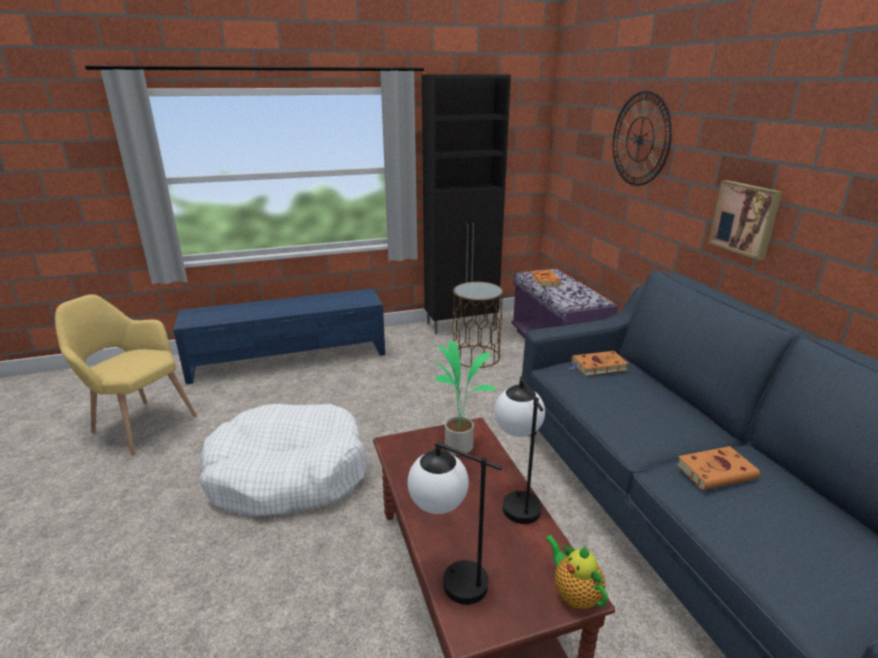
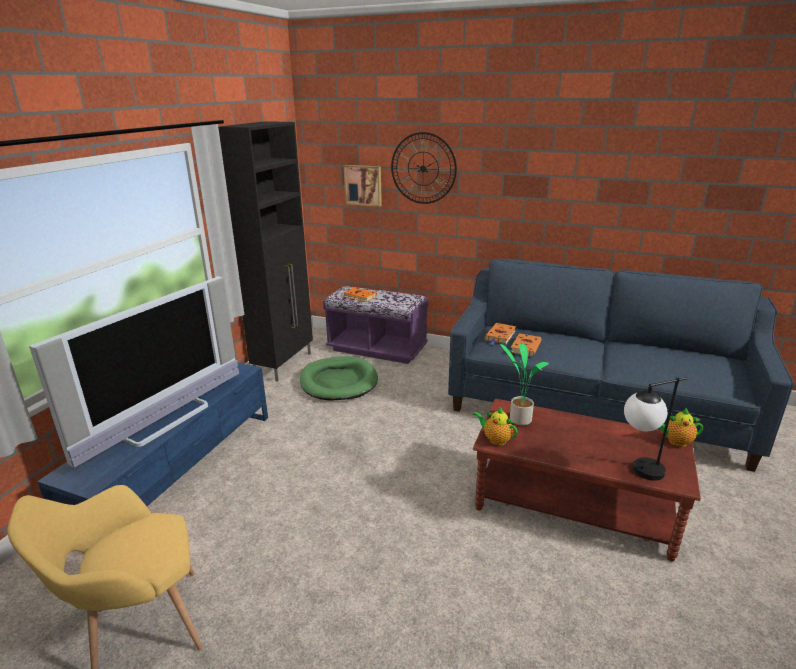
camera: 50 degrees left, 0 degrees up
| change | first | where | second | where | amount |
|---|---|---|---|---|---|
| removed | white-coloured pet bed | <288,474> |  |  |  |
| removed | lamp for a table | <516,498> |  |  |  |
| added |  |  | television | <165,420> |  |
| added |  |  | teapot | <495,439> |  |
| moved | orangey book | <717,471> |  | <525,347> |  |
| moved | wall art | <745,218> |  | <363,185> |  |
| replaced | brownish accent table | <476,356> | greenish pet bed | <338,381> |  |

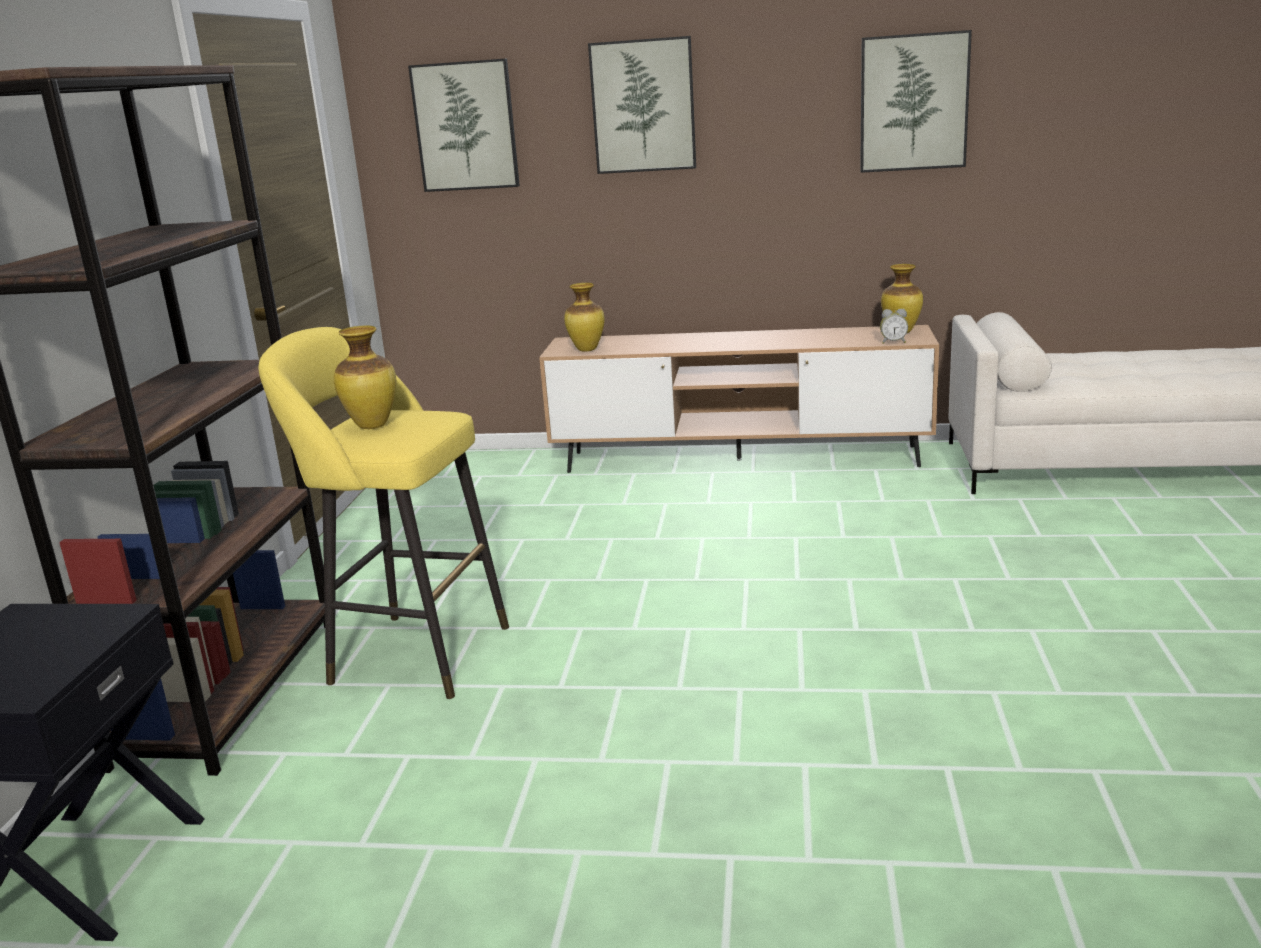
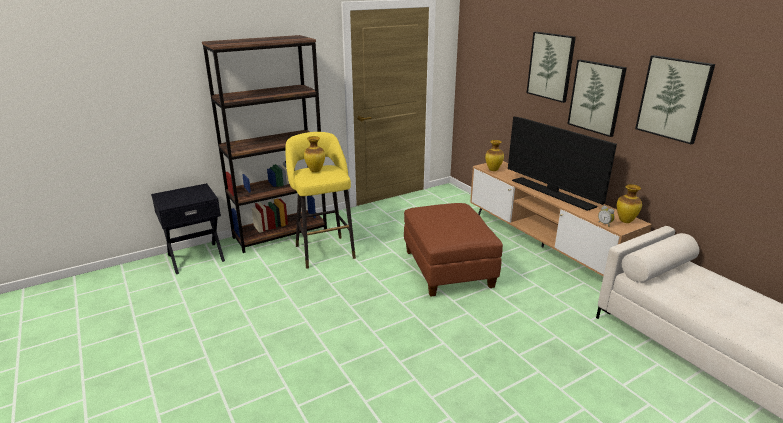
camera: 50 degrees right, 5 degrees up
| change | first | where | second | where | amount |
|---|---|---|---|---|---|
| added |  |  | brownish ottoman | <448,269> |  |
| added |  |  | television | <553,193> |  |
| moved | wall art | <465,126> |  | <596,97> |  |

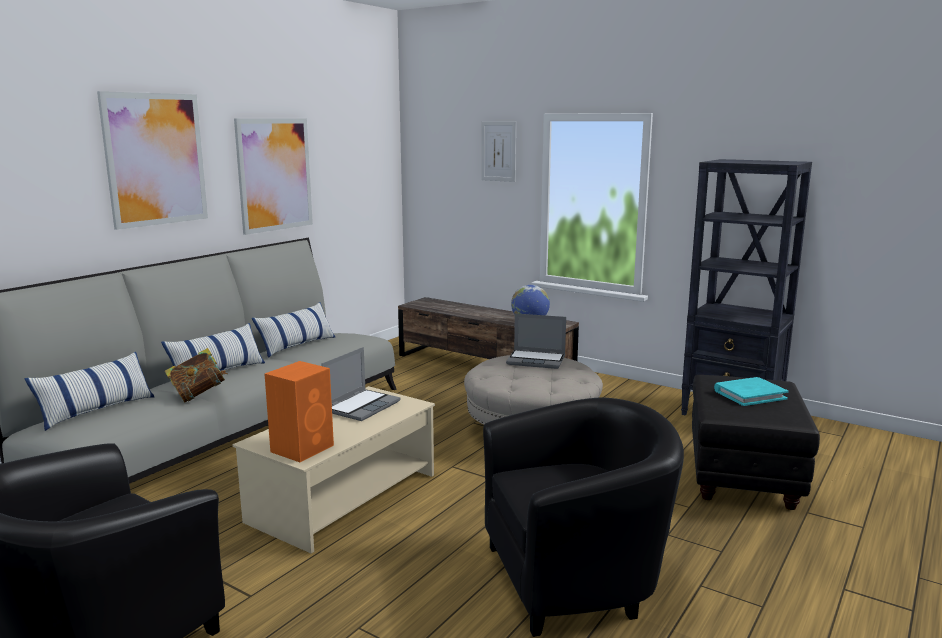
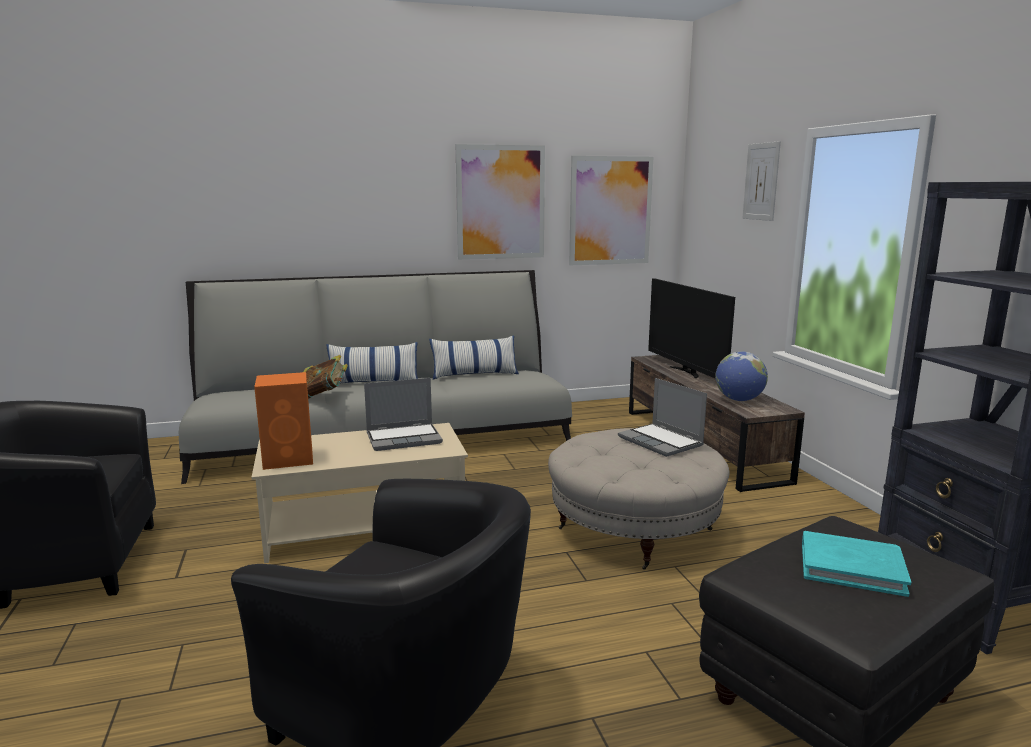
camera: 40 degrees right, 0 degrees up
| change | first | where | second | where | amount |
|---|---|---|---|---|---|
| removed | throw pillow | <96,410> |  |  |  |
| added |  |  | television | <686,372> |  |
| moved | wall art | <155,159> |  | <610,211> |  |

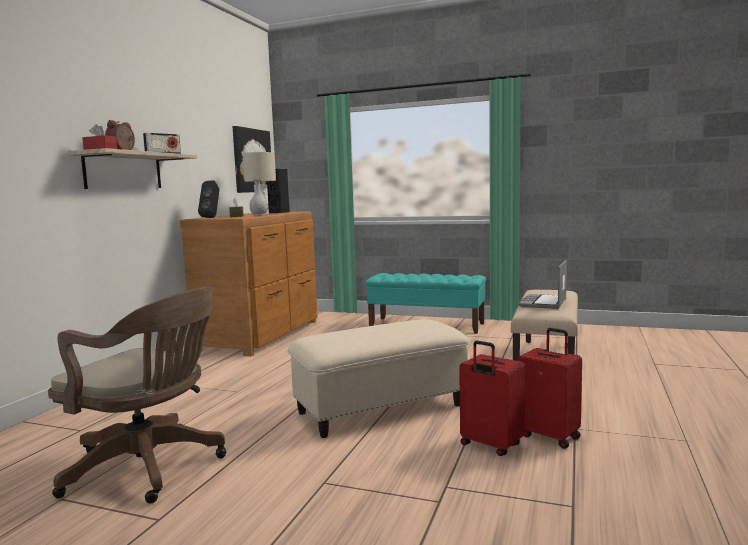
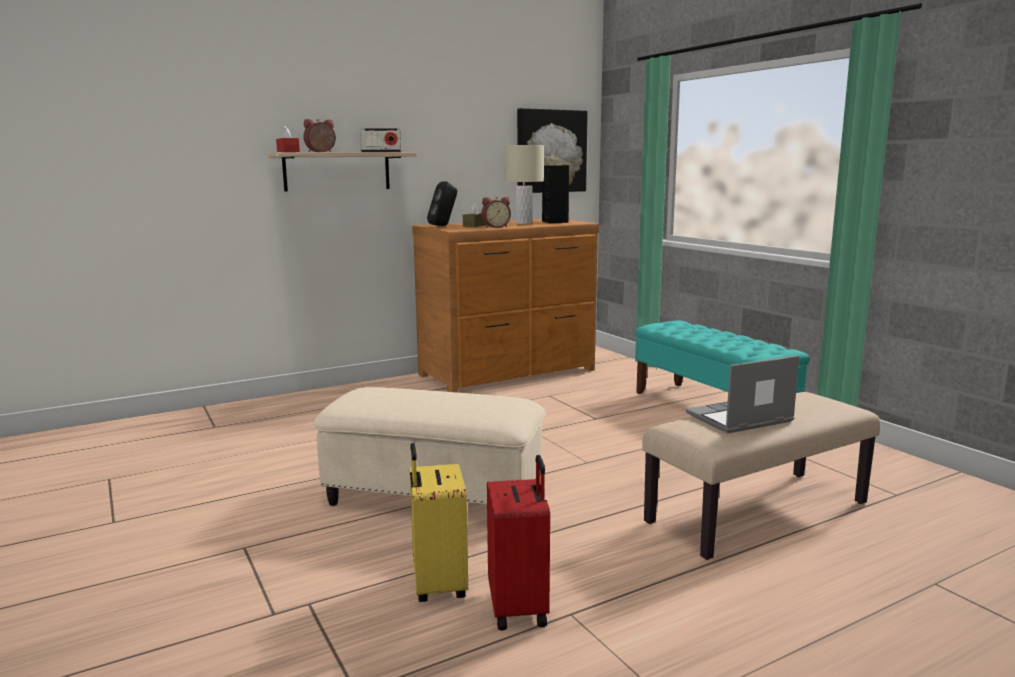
camera: 40 degrees right, 5 degrees up
| change | first | where | second | where | amount |
|---|---|---|---|---|---|
| removed | brownish desk chair | <150,467> |  |  |  |
| replaced | white-coloured decorative vase | <259,215> | bedside clock | <495,227> |  |
| recoloured | red-coloured piece of luggage | <490,445> | yellow-coloured piece of luggage | <437,585> |  |

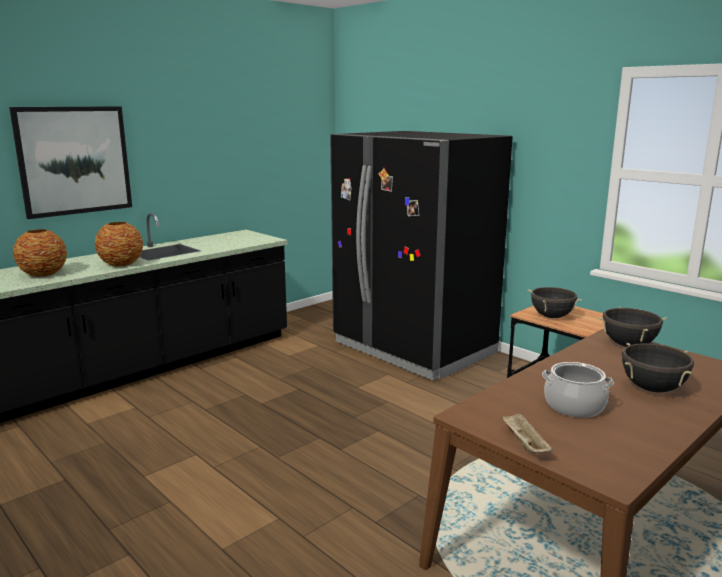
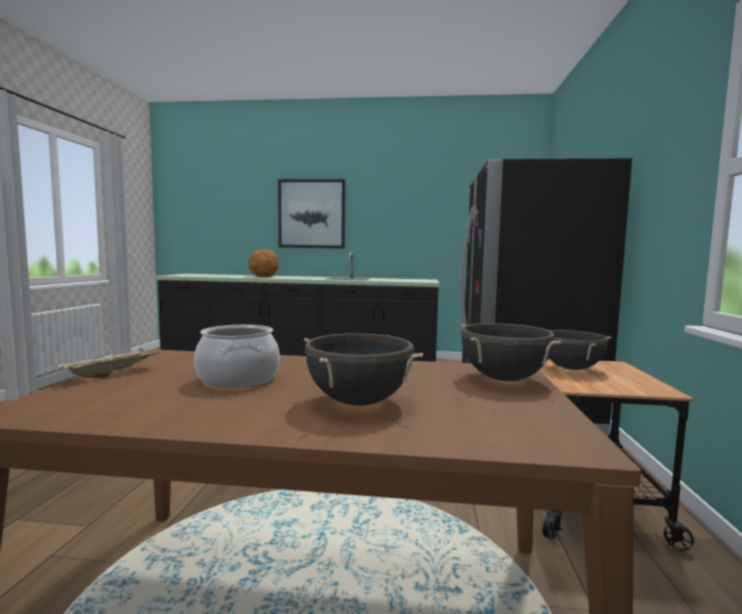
camera: 50 degrees right, 10 degrees down
| change | first | where | second | where | amount |
|---|---|---|---|---|---|
| removed | decorative vase | <121,264> |  |  |  |

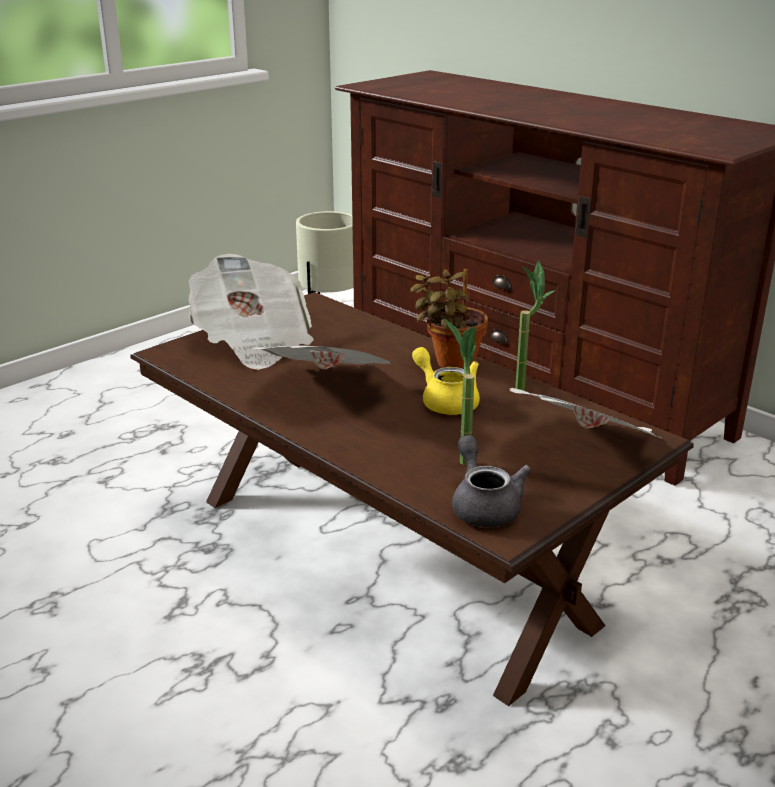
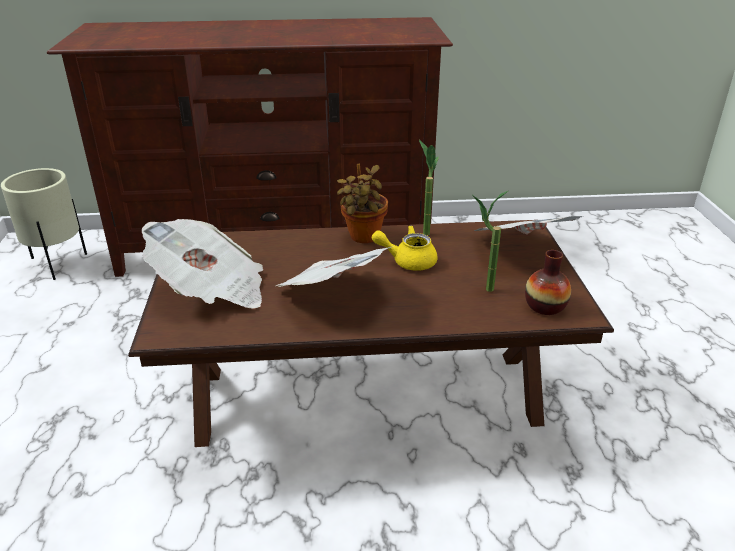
camera: 50 degrees left, 5 degrees up
| change | first | where | second | where | amount |
|---|---|---|---|---|---|
| replaced | gray teapot | <484,505> | decorative vase | <545,306> |  |

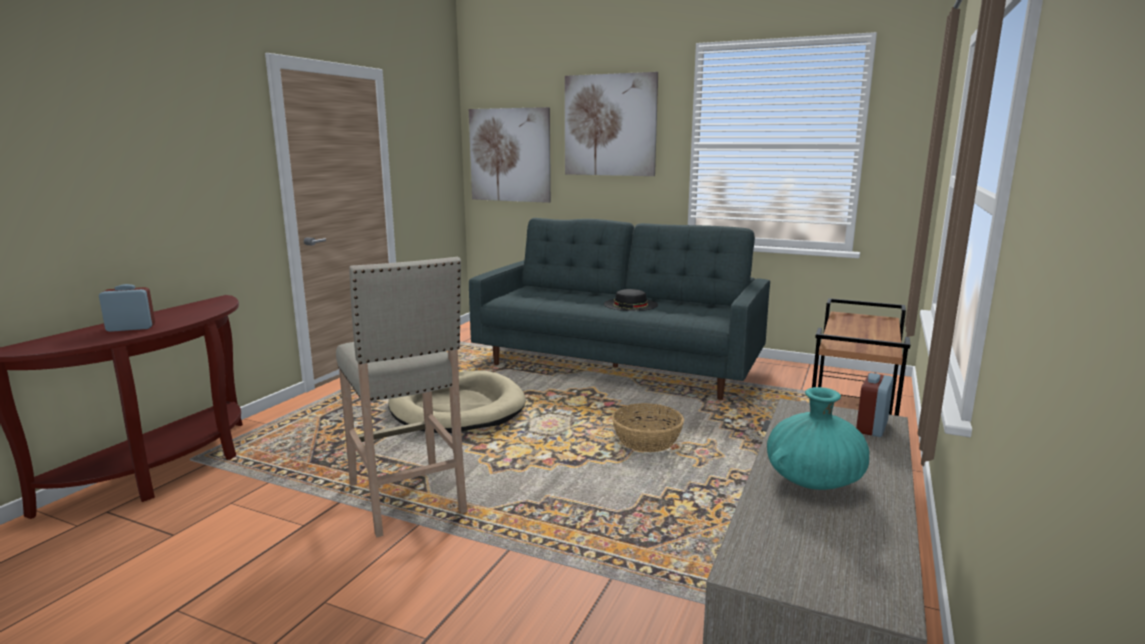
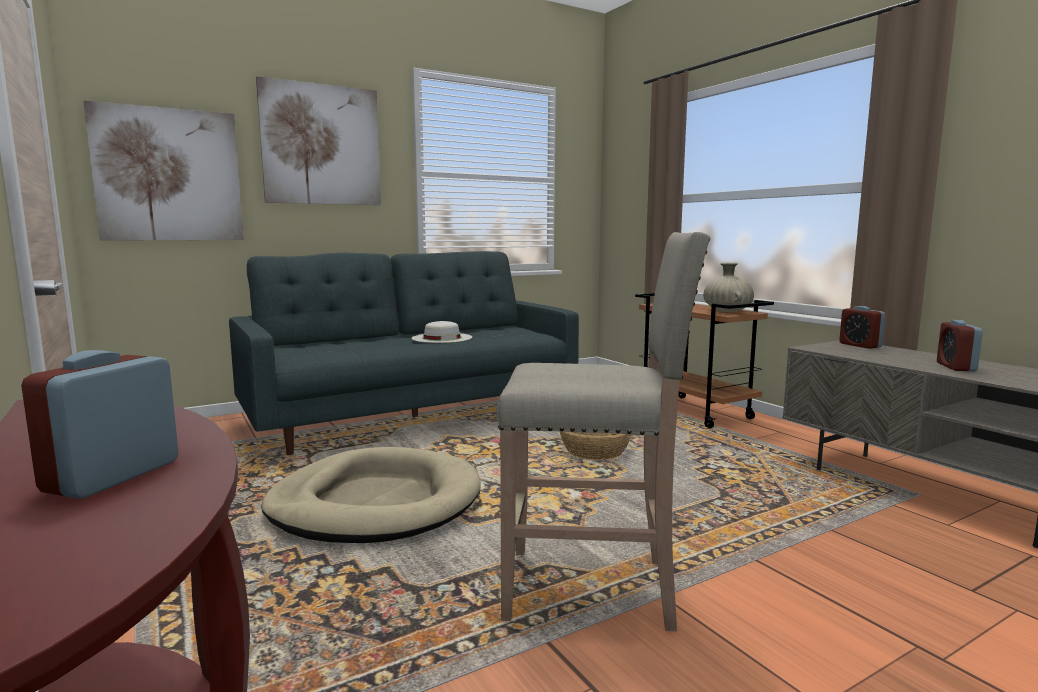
camera: 55 degrees left, 5 degrees down
| change | first | where | second | where | amount |
|---|---|---|---|---|---|
| added |  |  | beige-coloured decorative vase | <727,311> |  |
| replaced | turquoise decorative vase | <814,481> | bedside clock | <956,367> |  |
| recoloured | blackish clothing hat | <630,304> | white-coloured clothing hat | <442,338> |  |

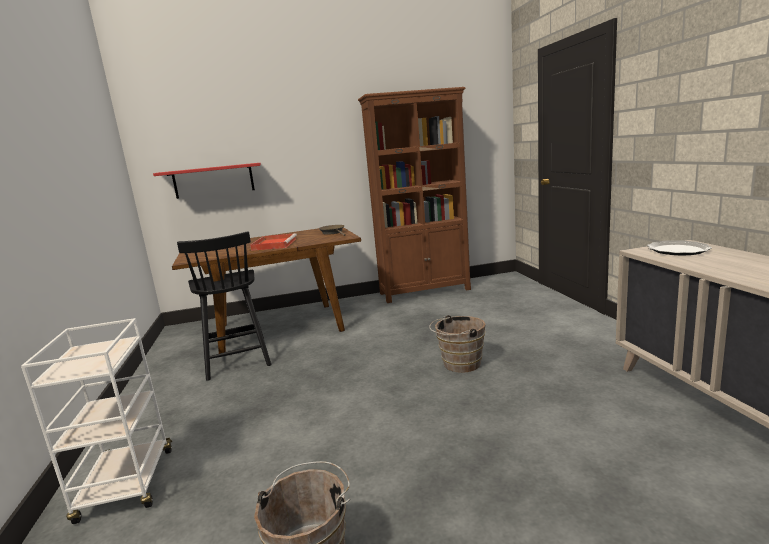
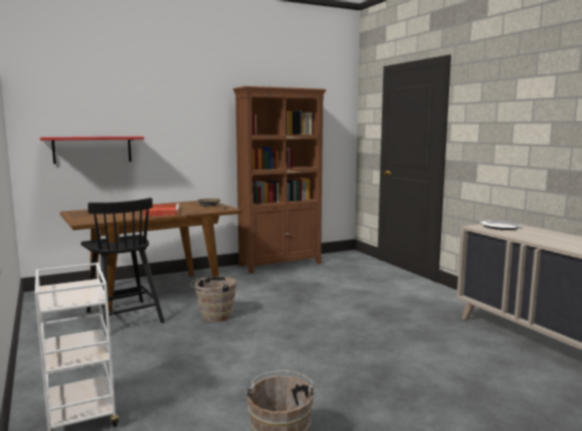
camera: 15 degrees left, 5 degrees down
| change | first | where | second | where | amount |
|---|---|---|---|---|---|
| moved | brownish pail | <458,364> |  | <214,316> |  |

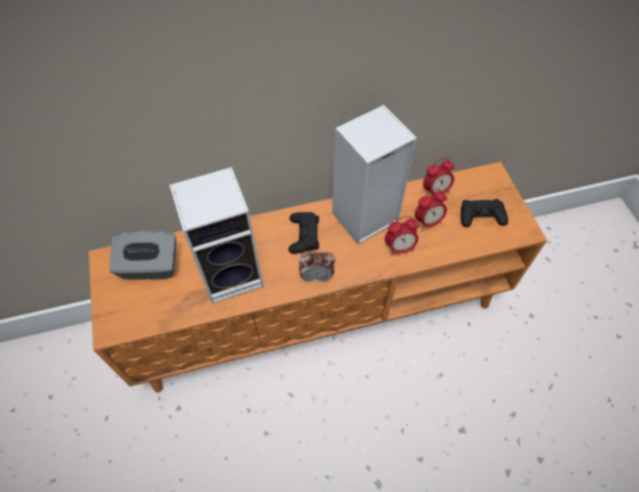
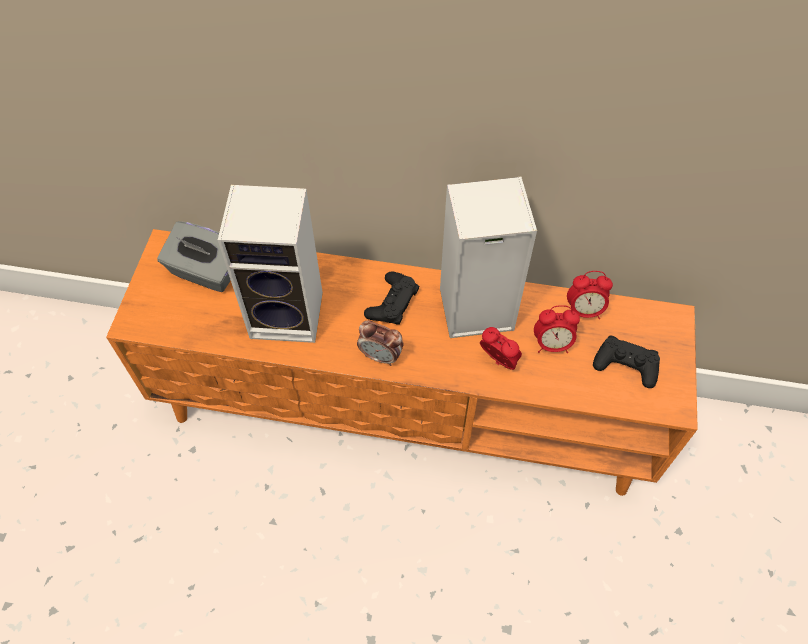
camera: 25 degrees right, 0 degrees up
| change | first | where | second | where | amount |
|---|---|---|---|---|---|
| turned | bedside clock | <399,247> |  | <498,362> | 150 degrees counterclockwise |

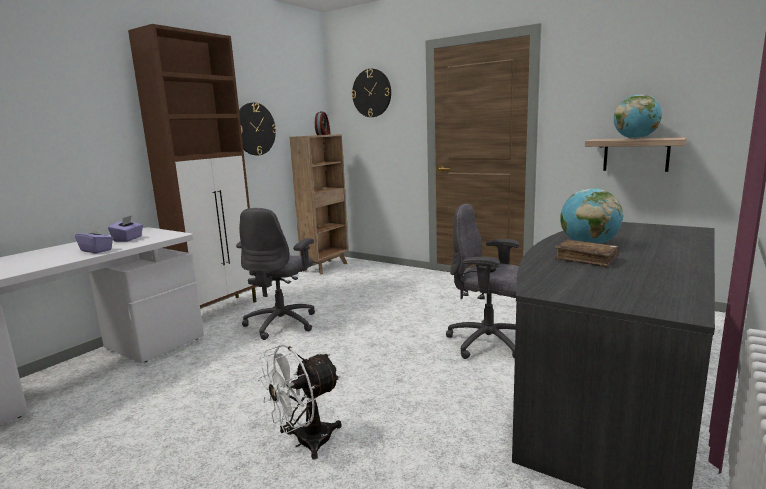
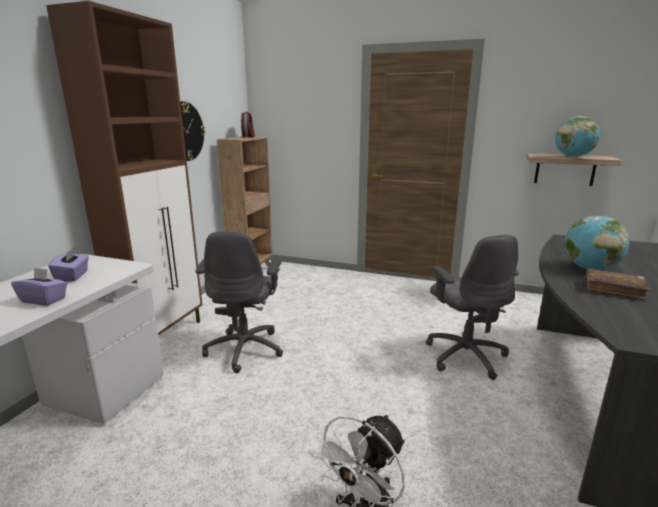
camera: 15 degrees left, 5 degrees up
| change | first | where | second | where | amount |
|---|---|---|---|---|---|
| removed | wall clock | <371,93> |  |  |  |
| turned | gray desk chair | <489,343> |  | <465,355> | 120 degrees counterclockwise |

